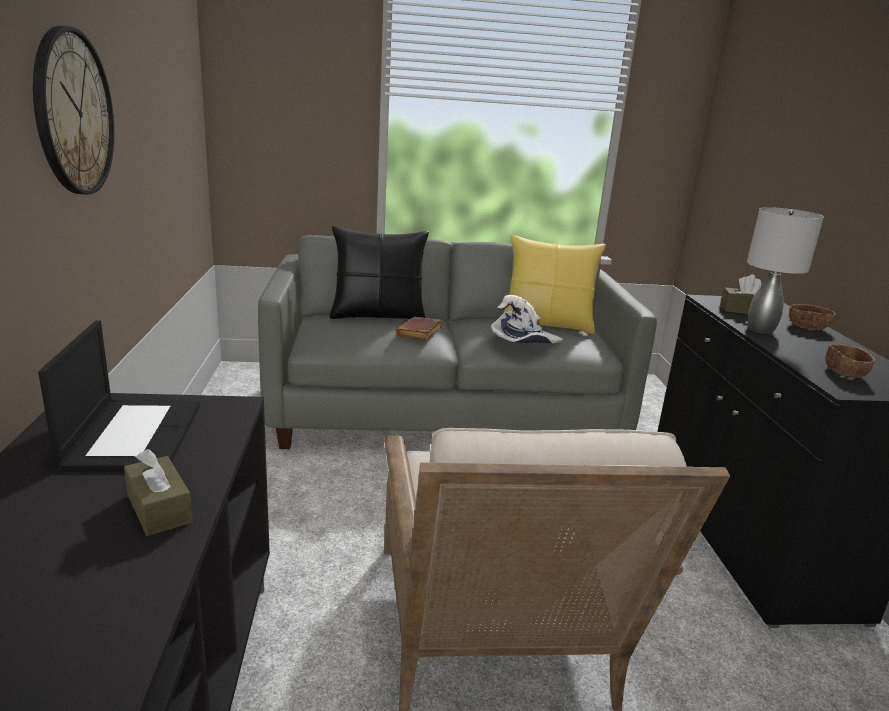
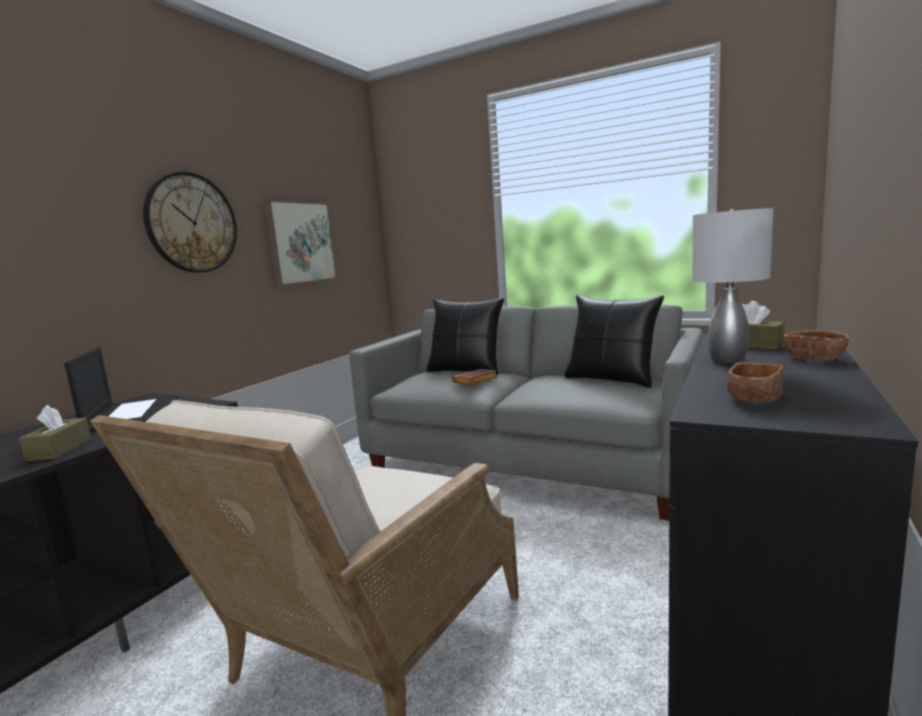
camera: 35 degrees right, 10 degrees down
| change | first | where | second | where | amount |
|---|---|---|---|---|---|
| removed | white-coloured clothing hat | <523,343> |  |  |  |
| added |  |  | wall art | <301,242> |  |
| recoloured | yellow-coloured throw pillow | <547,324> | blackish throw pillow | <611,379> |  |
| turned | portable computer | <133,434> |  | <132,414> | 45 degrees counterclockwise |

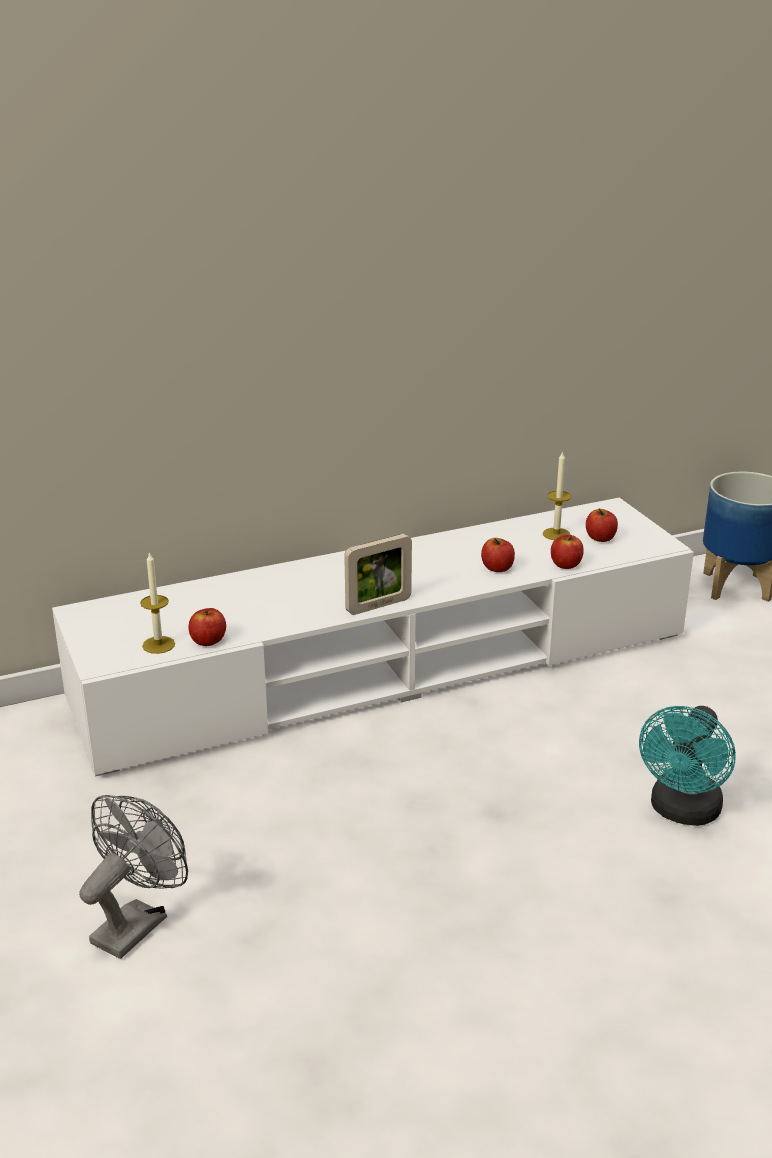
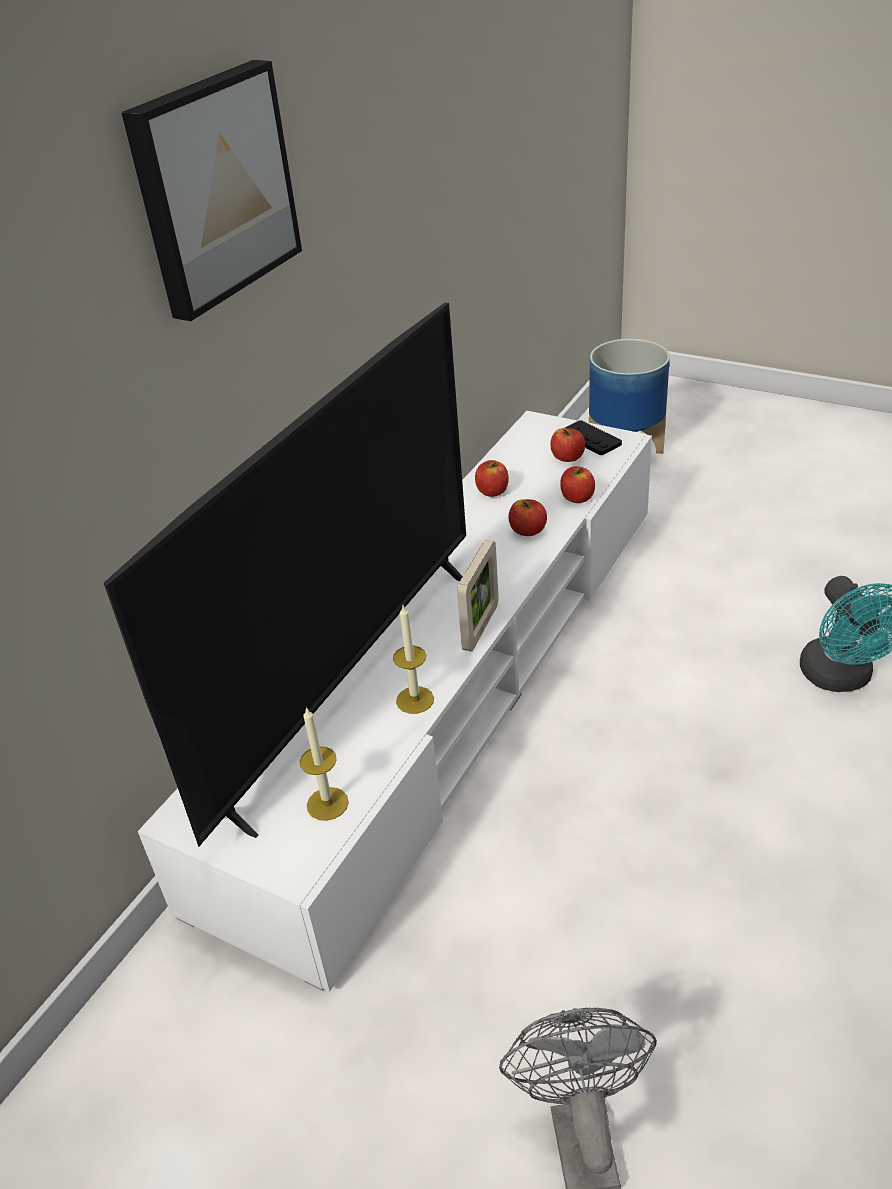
camera: 35 degrees left, 10 degrees up
| change | first | where | second | where | amount |
|---|---|---|---|---|---|
| added |  |  | television | <350,685> |  |
| added |  |  | wall art | <212,188> |  |
| added |  |  | blackish game controller | <590,439> |  |
| moved | whole apple | <208,641> |  | <492,491> |  |
| moved | candle | <556,534> |  | <415,700> |  |

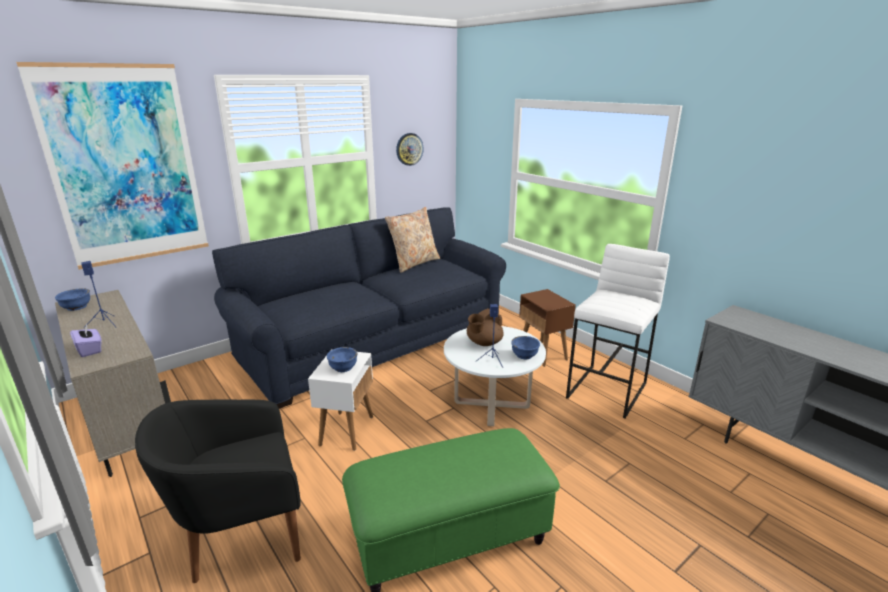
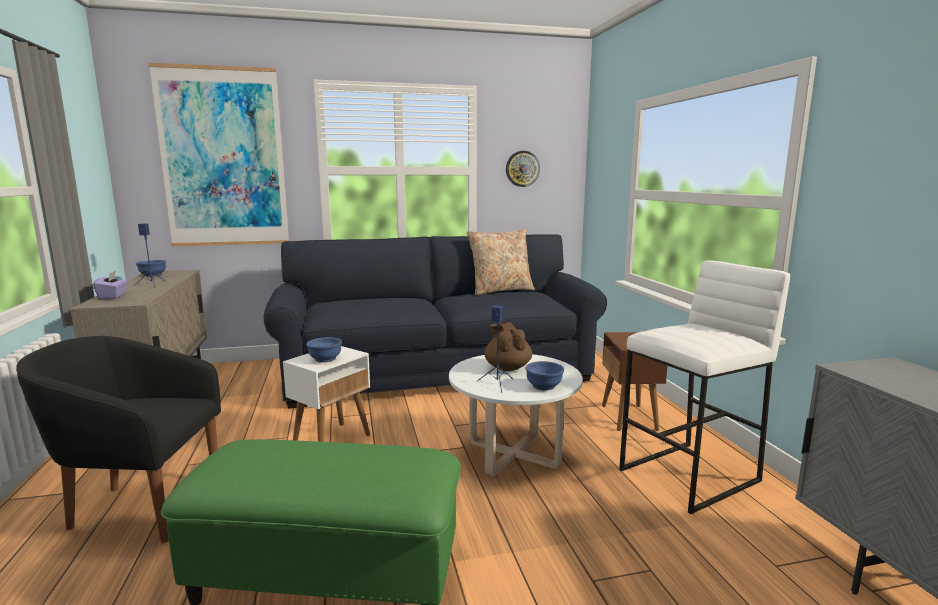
camera: 25 degrees right, 10 degrees down
| change | first | where | second | where | amount |
|---|---|---|---|---|---|
| turned | brownish teapot | <484,343> |  | <507,367> | 90 degrees clockwise |

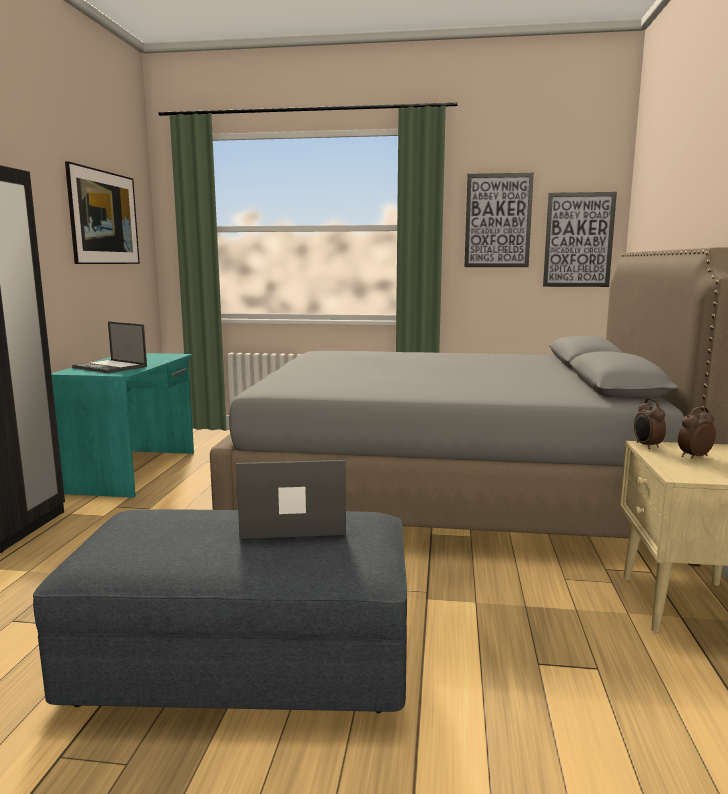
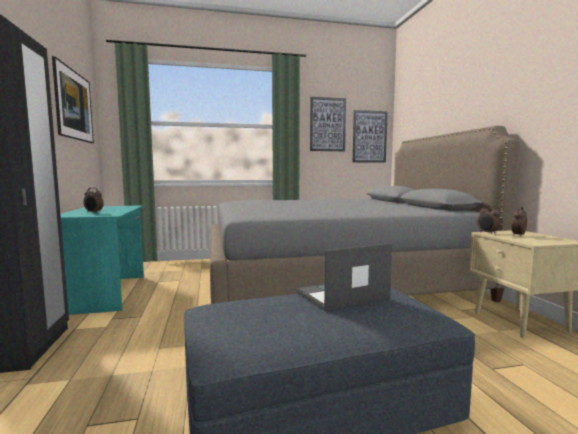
camera: 20 degrees left, 5 degrees down
| change | first | where | second | where | amount |
|---|---|---|---|---|---|
| replaced | portable computer | <111,367> | bedside clock | <93,212> |  |

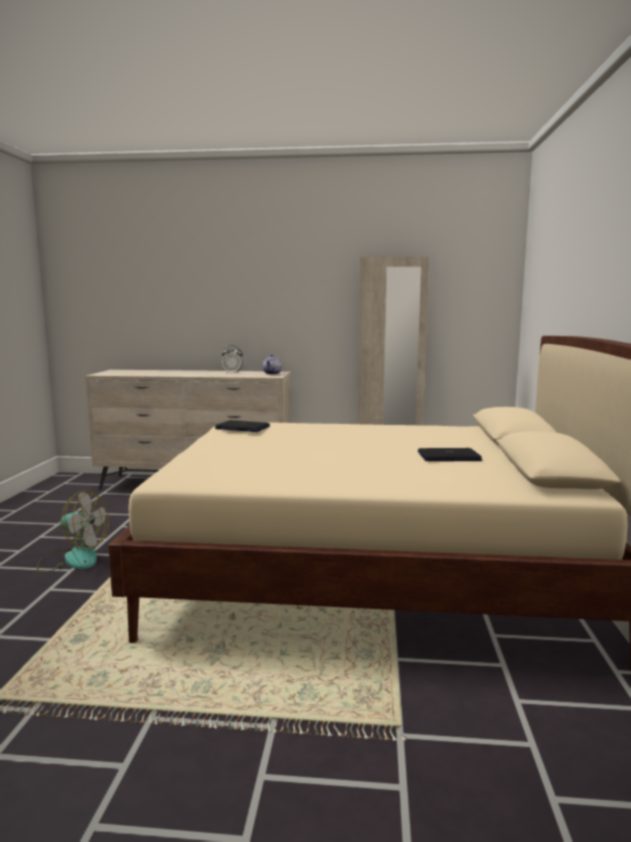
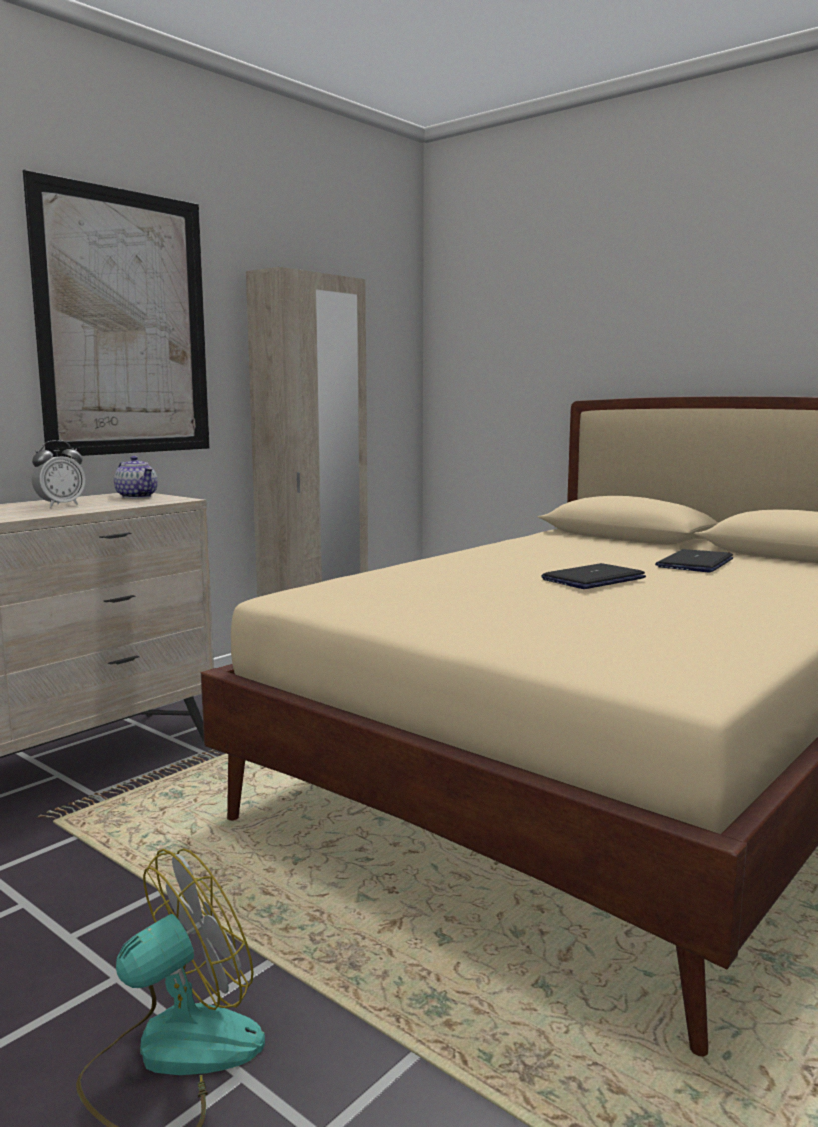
camera: 55 degrees left, 0 degrees up
| change | first | where | second | where | amount |
|---|---|---|---|---|---|
| added |  |  | wall art | <125,324> |  |
| moved | portable computer | <243,427> |  | <593,579> |  |

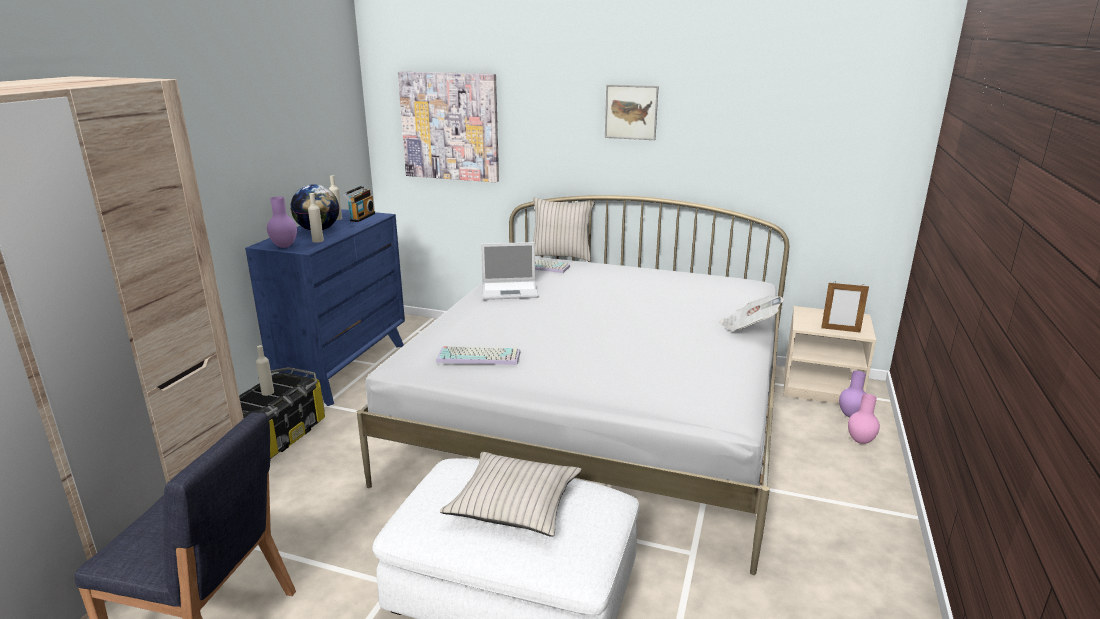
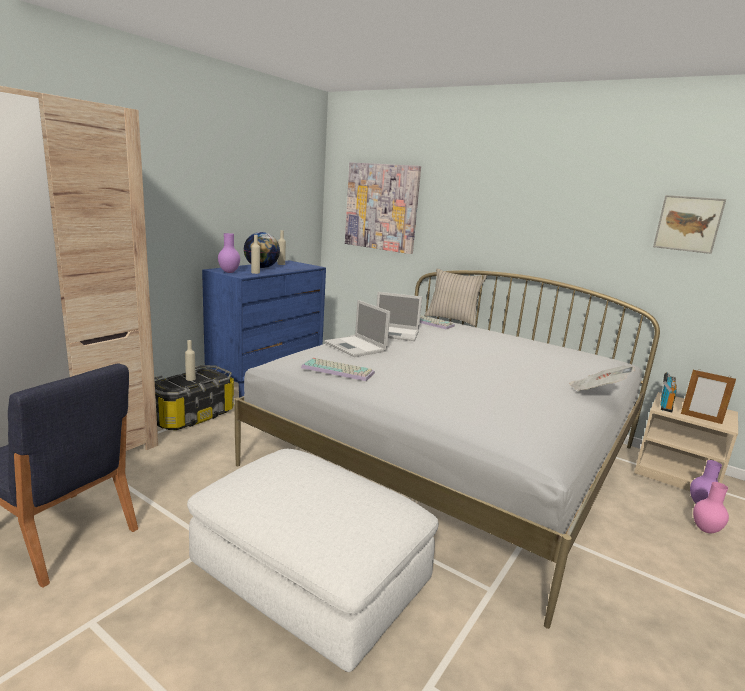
camera: 15 degrees right, 5 degrees down
| change | first | where | second | where | amount |
|---|---|---|---|---|---|
| removed | beige-coloured throw pillow | <514,503> |  |  |  |
| added |  |  | portable computer | <356,347> |  |
| moved | radio receiver | <361,217> |  | <664,405> |  |
| moved | wall art | <631,112> |  | <688,224> |  |

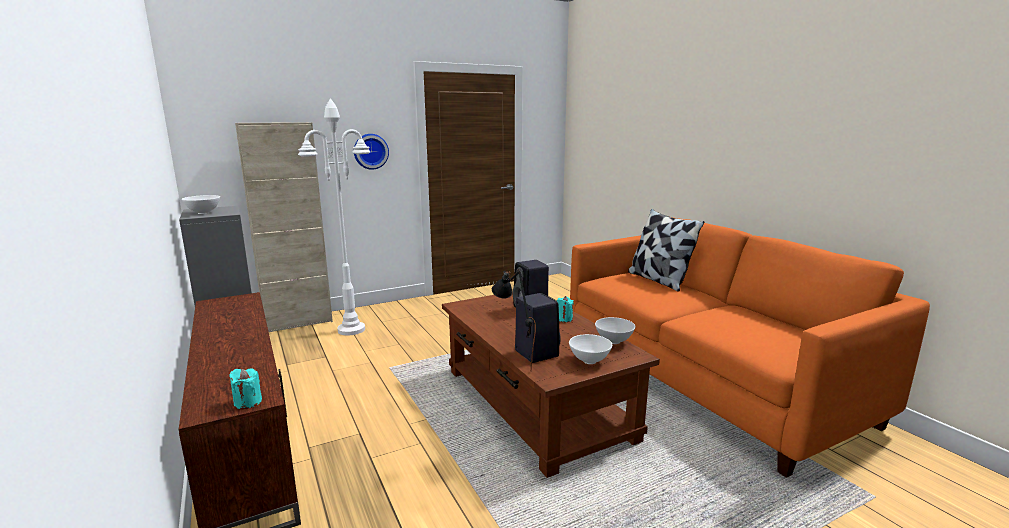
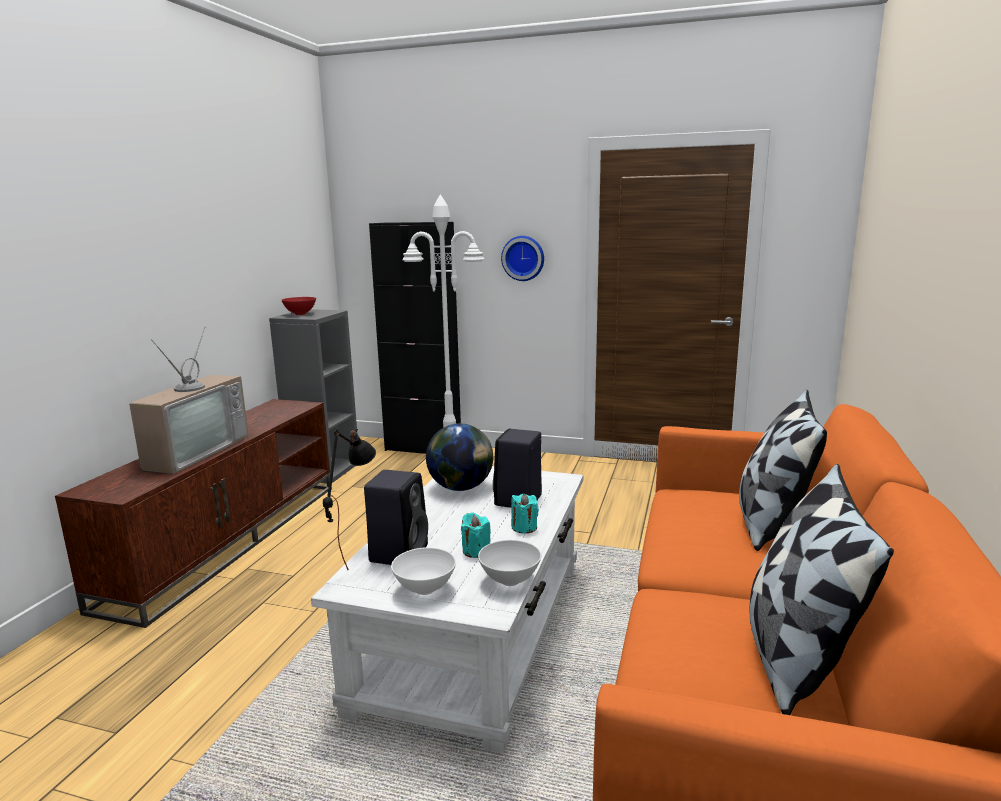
camera: 45 degrees right, 0 degrees up
| change | first | where | second | where | amount |
|---|---|---|---|---|---|
| added |  |  | television | <192,451> |  |
| added |  |  | desk globe | <461,488> |  |
| added |  |  | throw pillow | <795,655> |  |
| moved | turquoise candle | <248,402> |  | <476,551> |  |
| recoloured | white-coloured bowl | <203,213> | red-coloured bowl | <300,314> |  |
| recoloured | beige-coloured storage cabinet | <298,323> | blackish storage cabinet | <423,448> |  |
| recoloured | brownish lounge table | <536,403> | white-coloured lounge table | <475,632> |  |

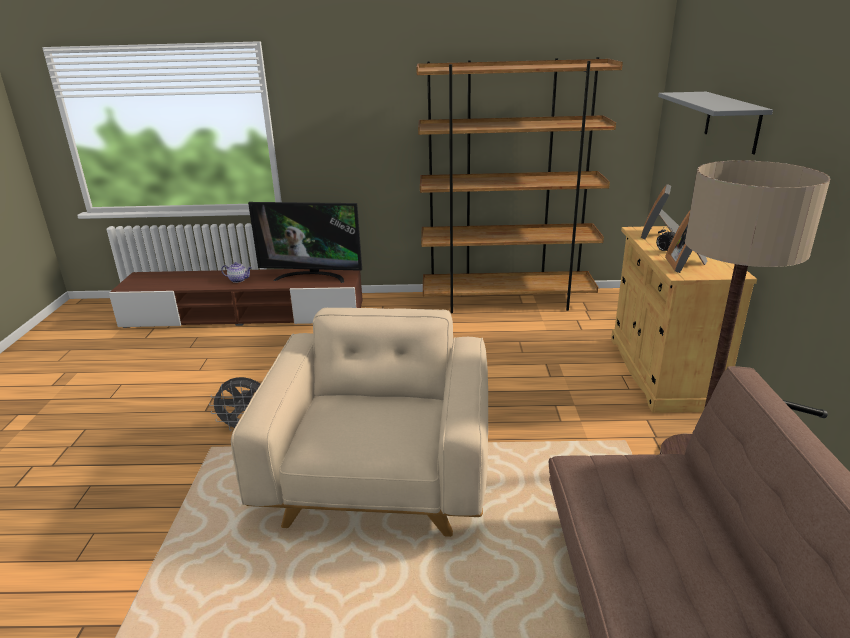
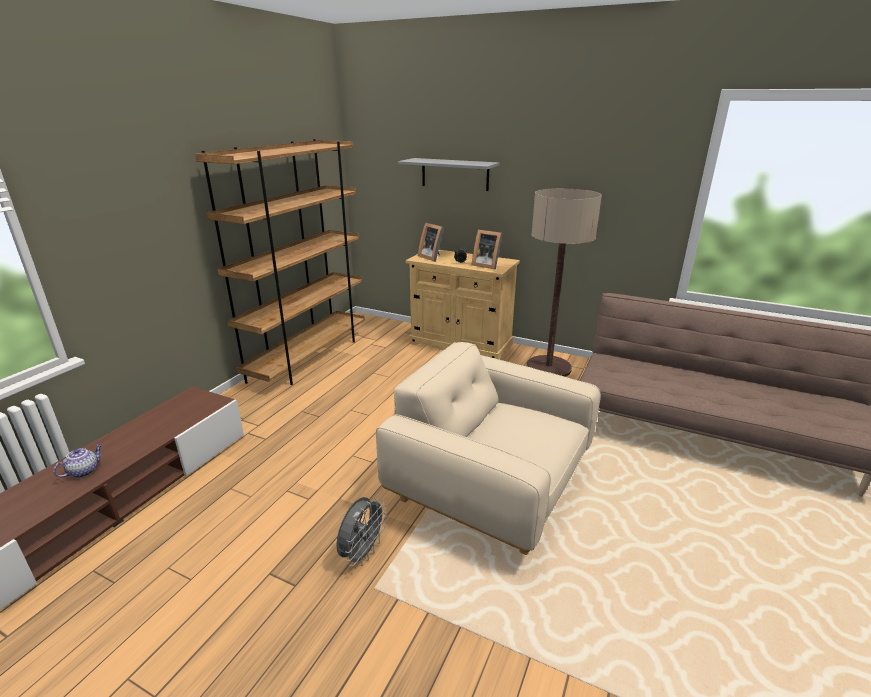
camera: 65 degrees left, 0 degrees up
| change | first | where | second | where | amount |
|---|---|---|---|---|---|
| removed | television | <312,276> |  |  |  |

